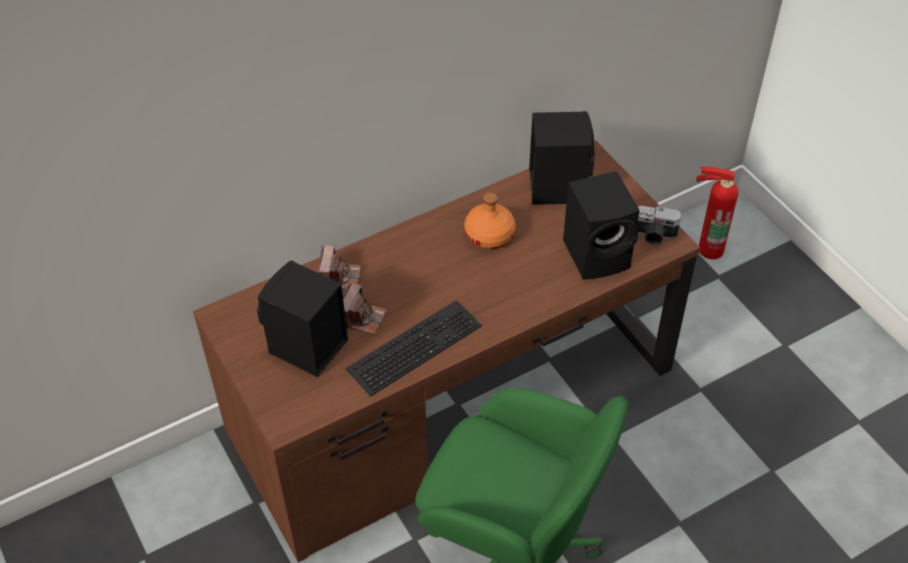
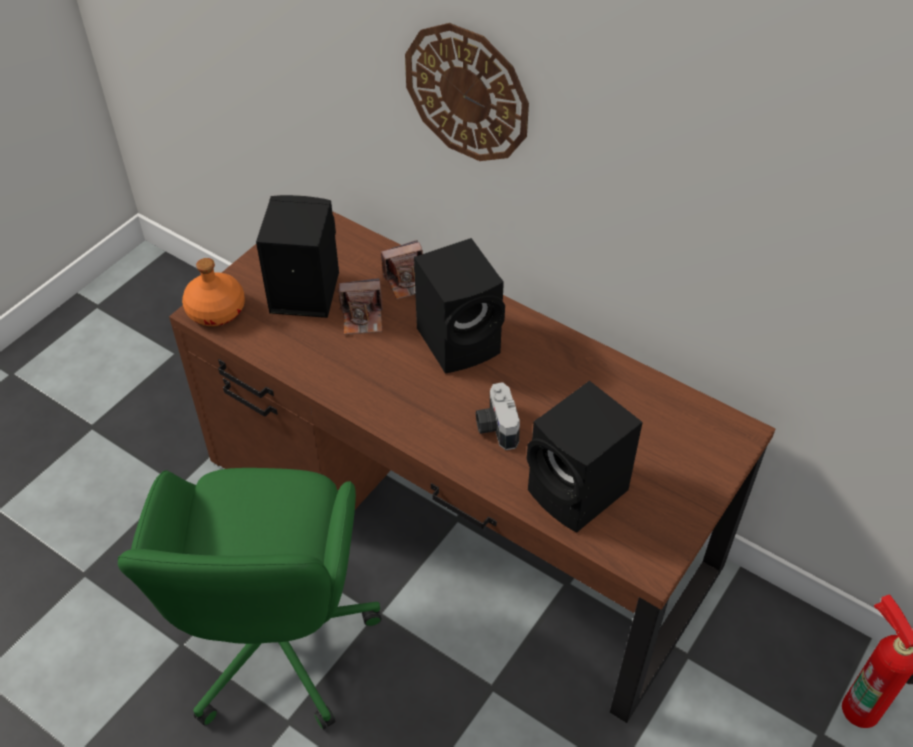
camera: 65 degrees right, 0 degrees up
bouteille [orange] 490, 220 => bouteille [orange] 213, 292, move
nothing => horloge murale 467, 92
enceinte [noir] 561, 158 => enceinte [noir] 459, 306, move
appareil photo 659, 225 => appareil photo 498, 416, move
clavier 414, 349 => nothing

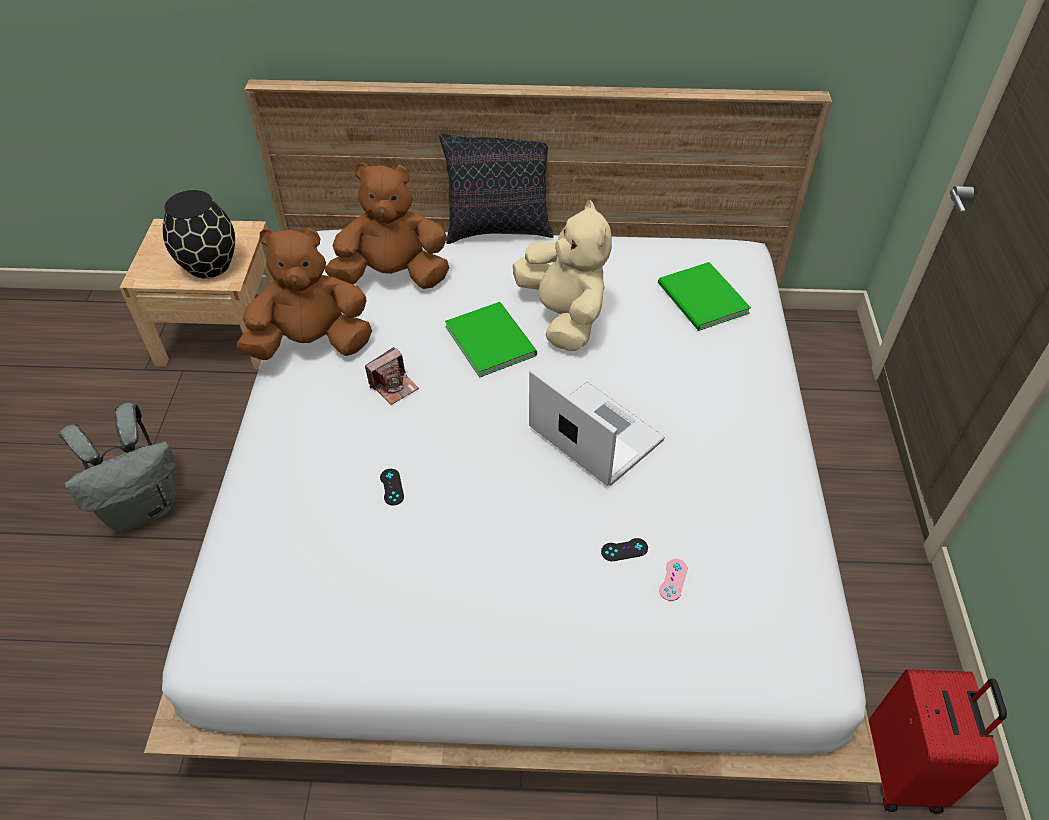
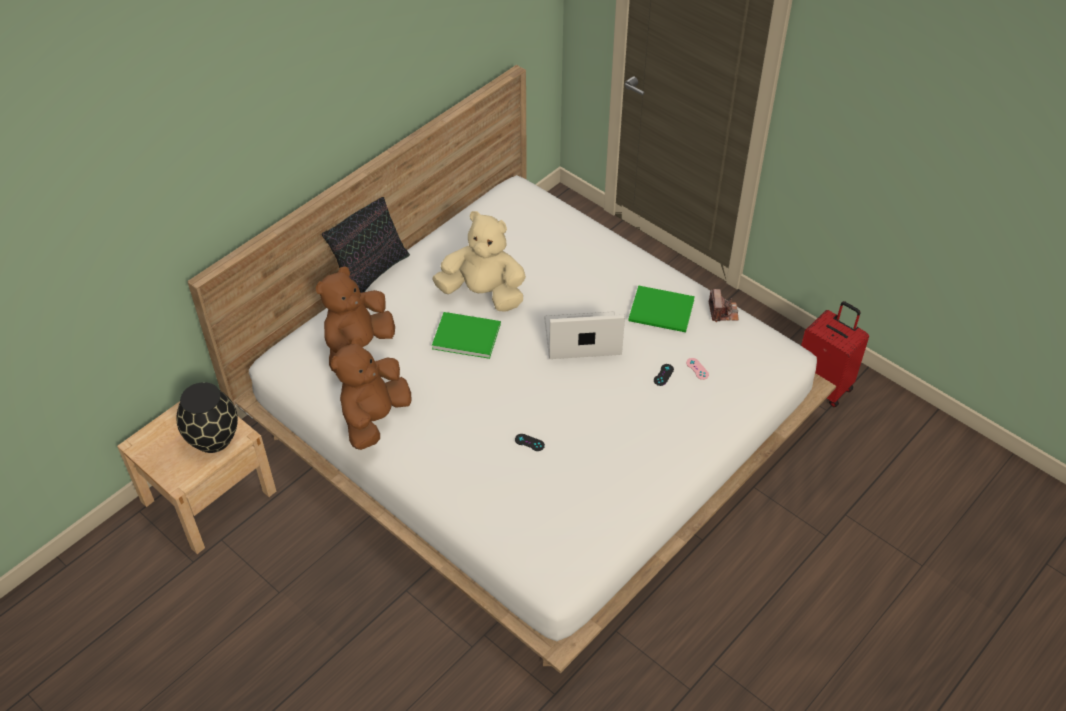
camera: 50 degrees left, 0 degrees up
livre [vert] 704, 296 => livre [vert] 661, 308, move
appareil photo 392, 376 => appareil photo 724, 305, move
sac à dos [gris] 117, 467 => nothing

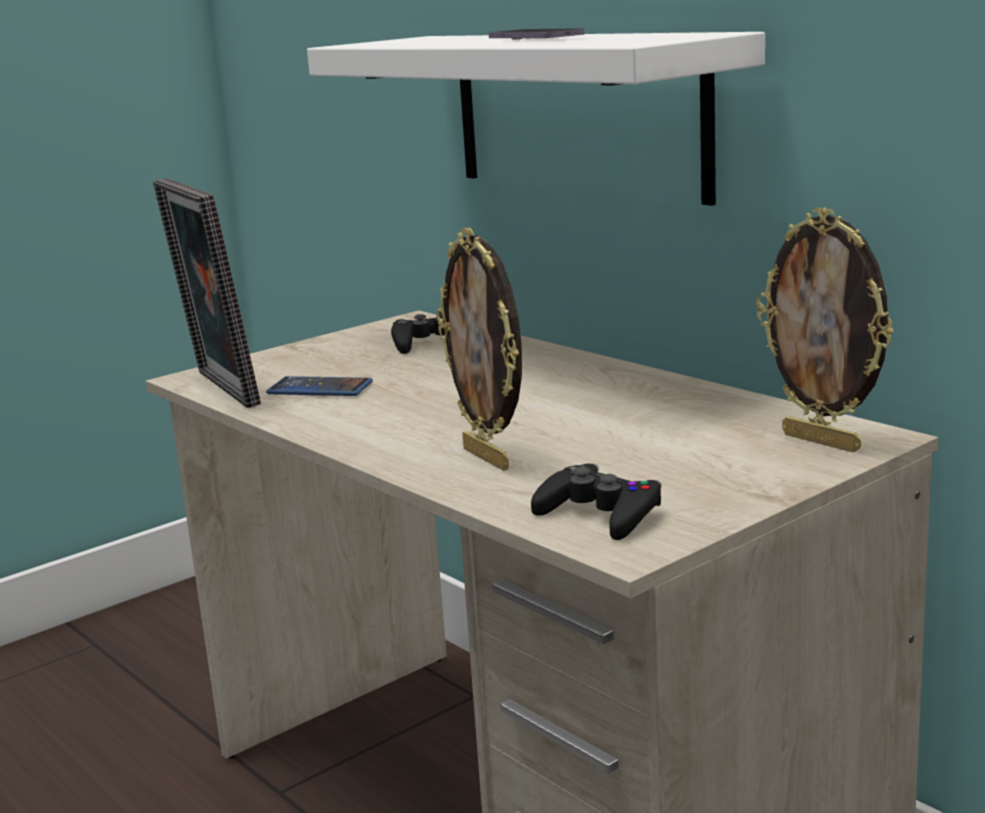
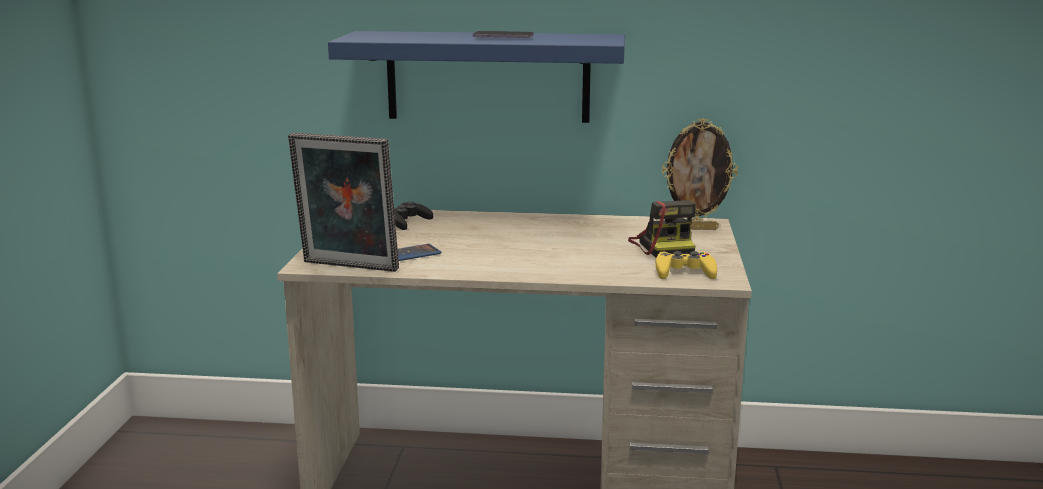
camera: 45 degrees left, 0 degrees up
étagère [blanc] 536, 119 => étagère [bleu] 476, 77
nothing => appareil photo 662, 228
manette [noir] 596, 501 => manette [jaune] 686, 265
cadre photo 479, 349 => nothing

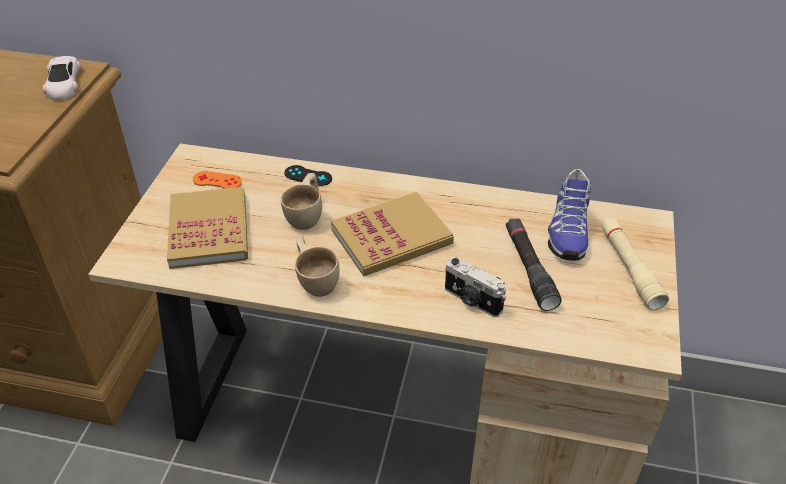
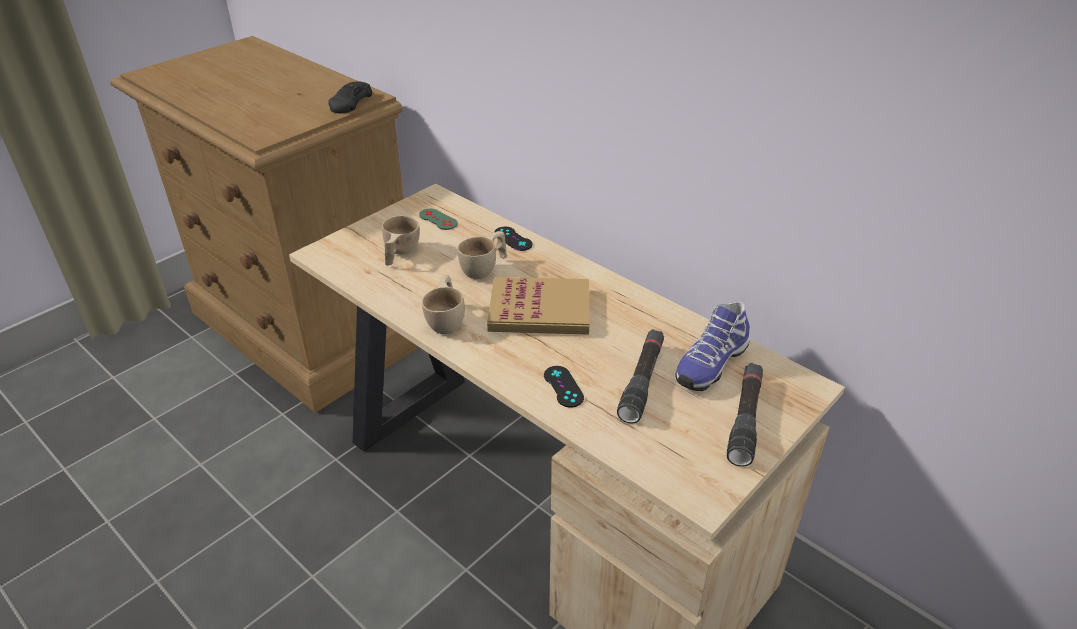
camera: 30 degrees right, 5 degrees down
petite voiture [blanc] 62, 78 => petite voiture [noir] 350, 97
livre 207, 228 => tasse [beige] 401, 241
manette [orange] 217, 180 => manette [vert] 438, 219
appareil photo 475, 287 => manette [noir] 564, 387
lampe de poche [beige] 635, 264 => lampe de poche [noir] 745, 415

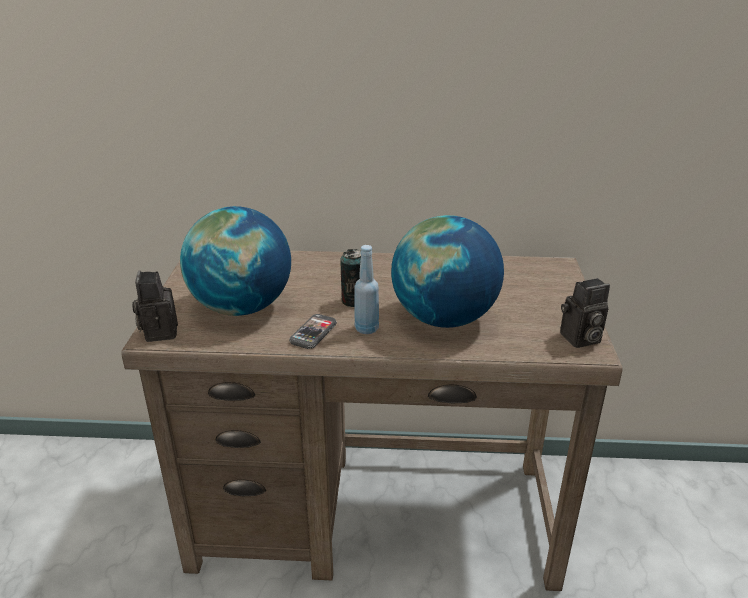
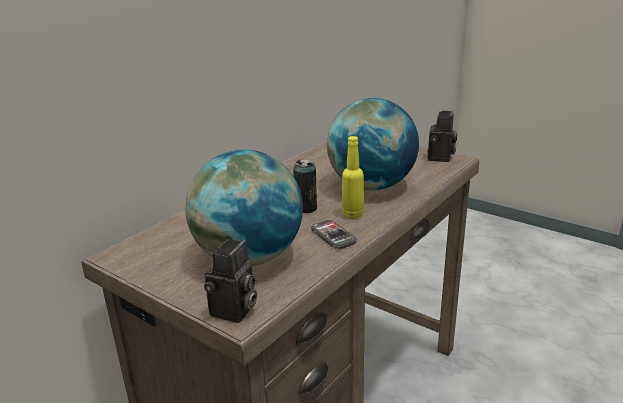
camera: 55 degrees left, 5 degrees down
appareil photo 155, 306 => appareil photo 230, 281, 90 degrees counterclockwise
bouteille [bleu] 366, 289 => bouteille [jaune] 353, 177

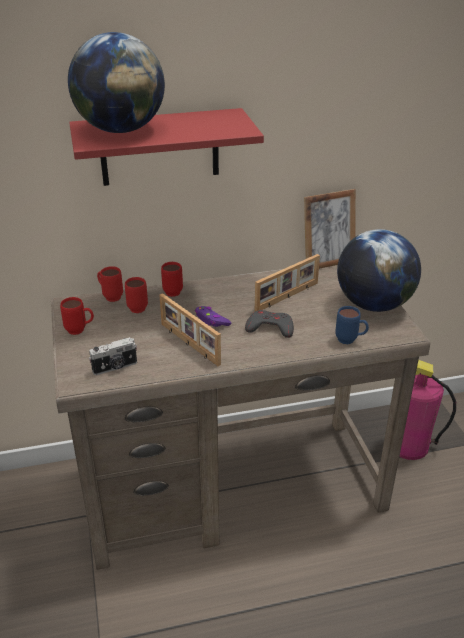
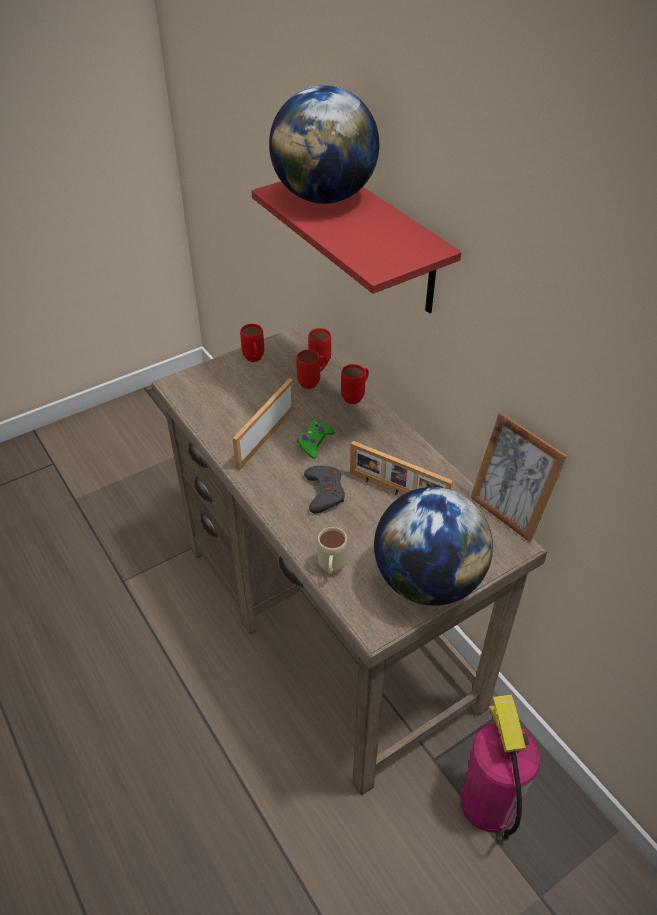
camera: 70 degrees right, 10 degrees up
manette [violet] 213, 316 => manette [vert] 316, 439
mug [bleu] 352, 325 => mug [beige] 332, 550
appareil photo 113, 356 => nothing

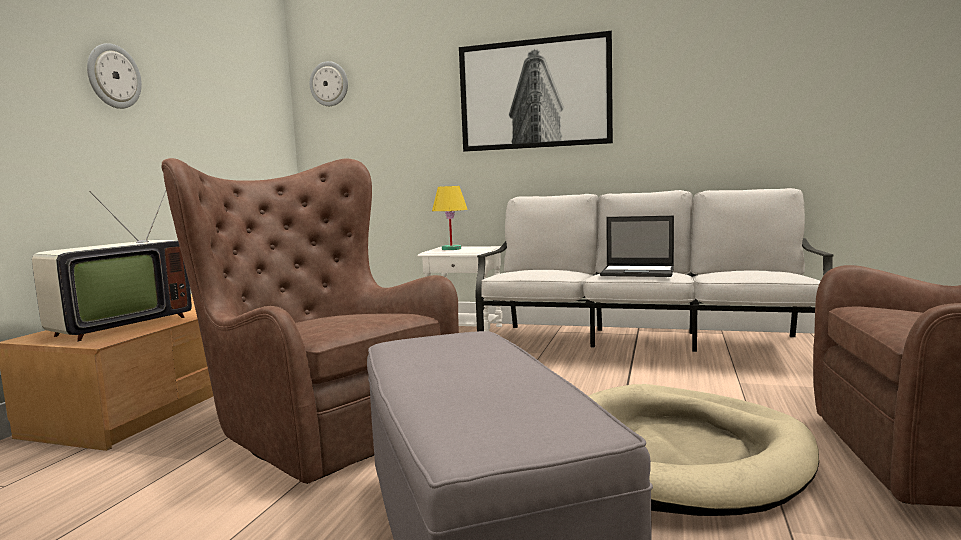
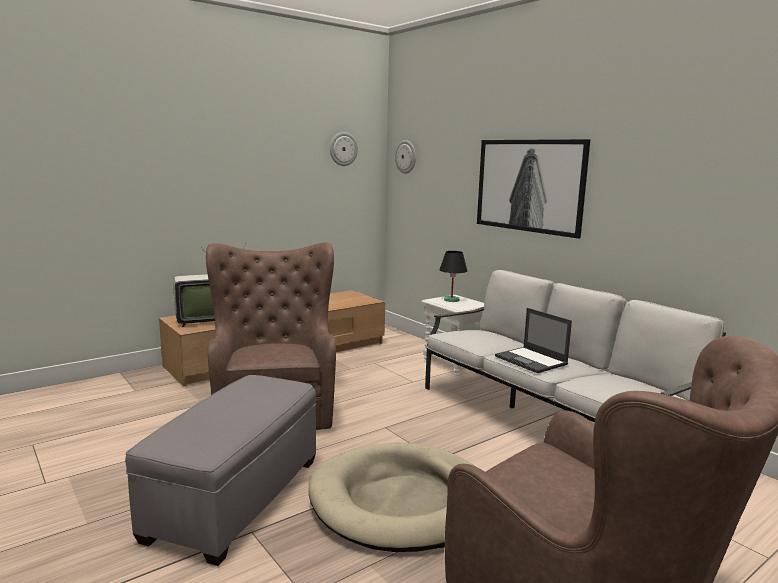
camera: 35 degrees right, 5 degrees up
horloge murale 114, 76 => horloge murale 344, 149, move
lampe de table [jaune] 450, 218 => lampe de table [noir] 453, 276

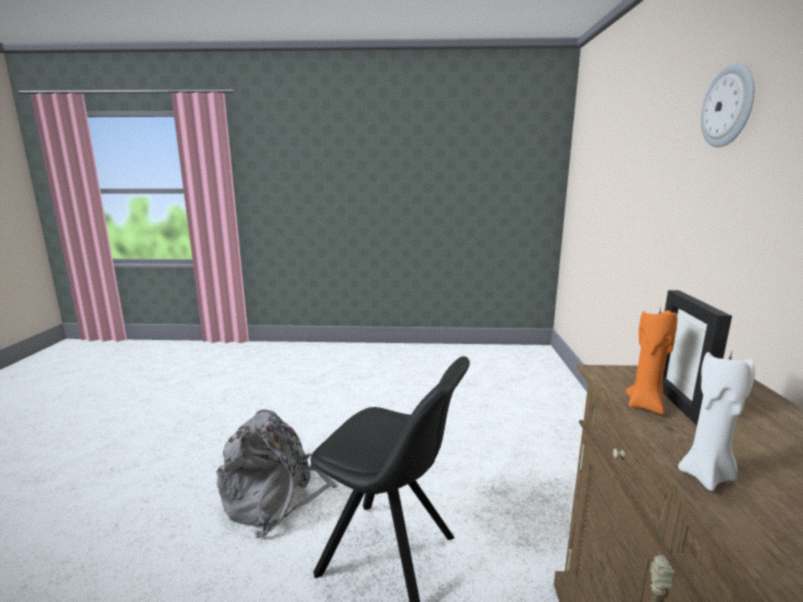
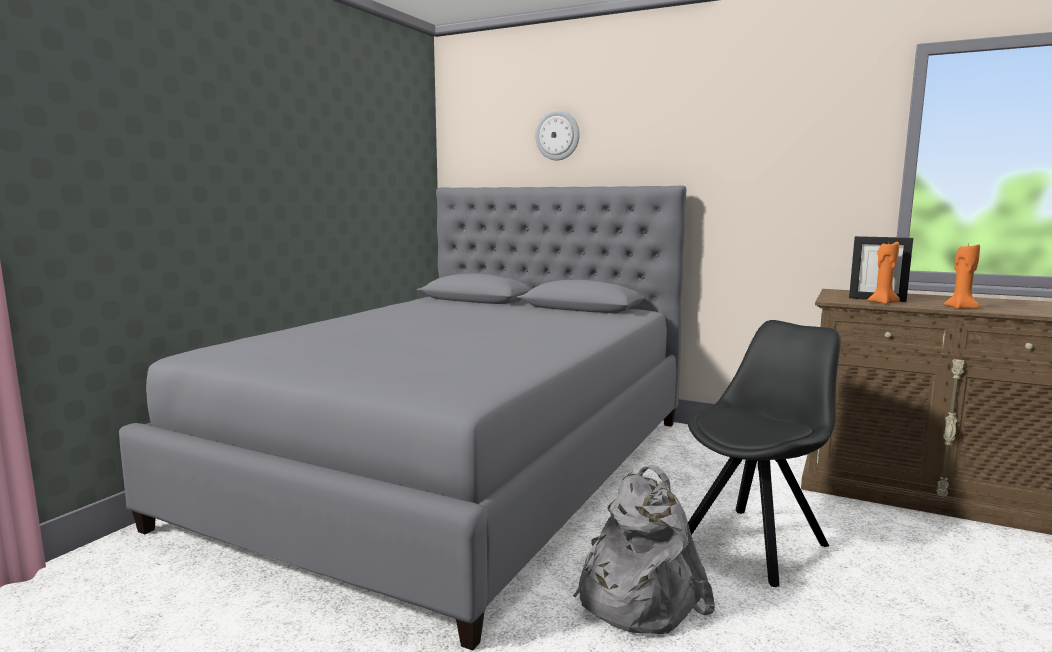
camera: 65 degrees left, 5 degrees down
nothing => lit [gris] 403, 418
horloge murale 727, 105 => horloge murale 557, 135, move
bougie [blanc] 716, 421 => bougie [orange] 961, 277

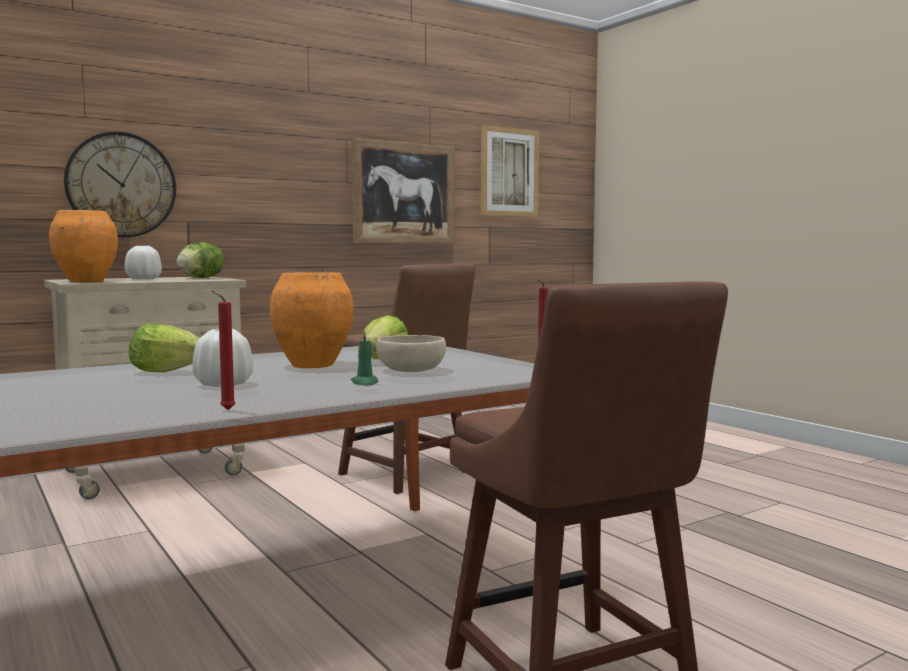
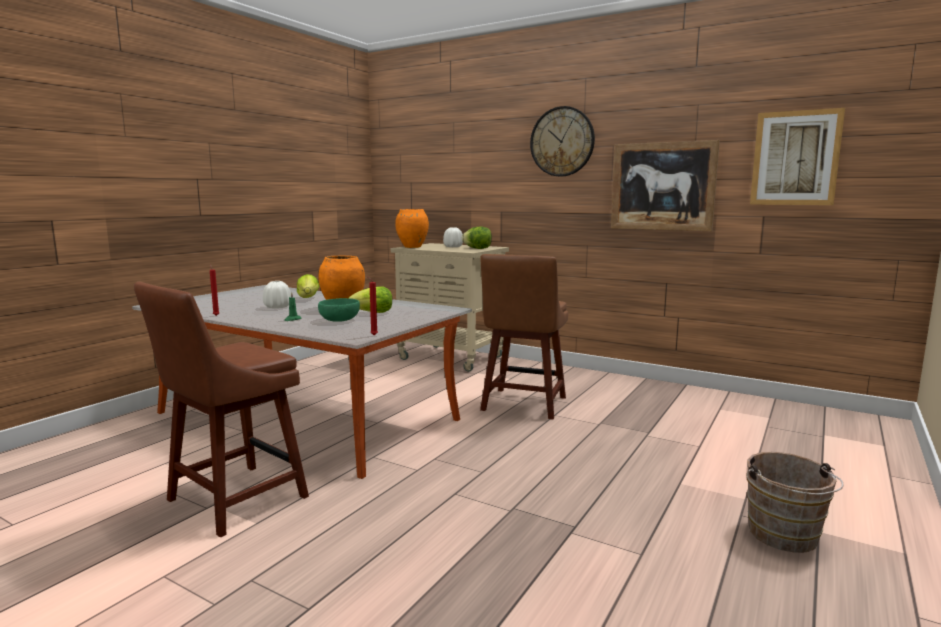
camera: 65 degrees right, 5 degrees up
bol [beige] 411, 353 => bol [vert] 339, 310
horloge murale 120, 184 => horloge murale 562, 141, move
nothing => seau [marron] 795, 502

